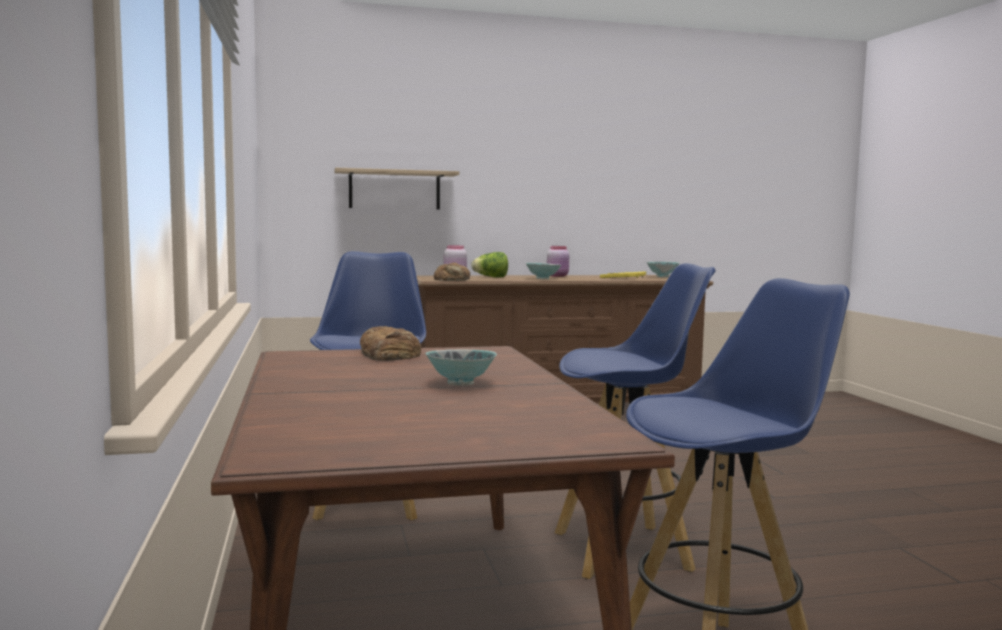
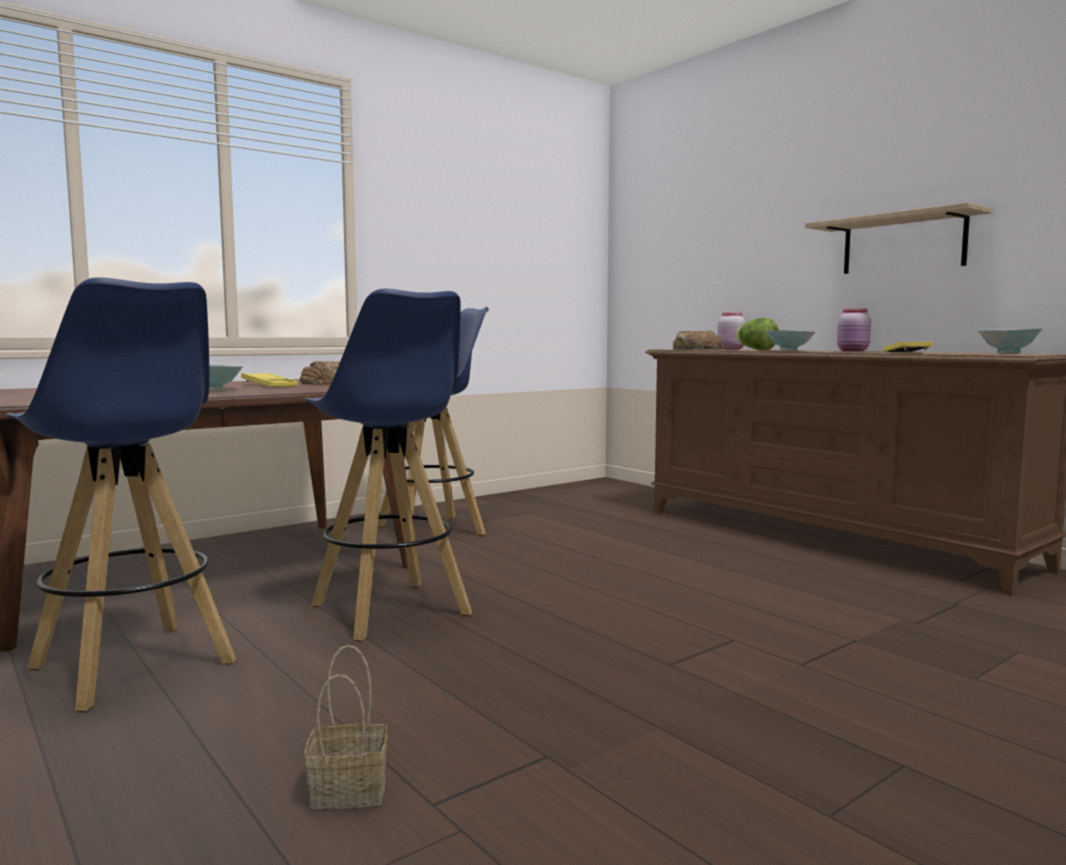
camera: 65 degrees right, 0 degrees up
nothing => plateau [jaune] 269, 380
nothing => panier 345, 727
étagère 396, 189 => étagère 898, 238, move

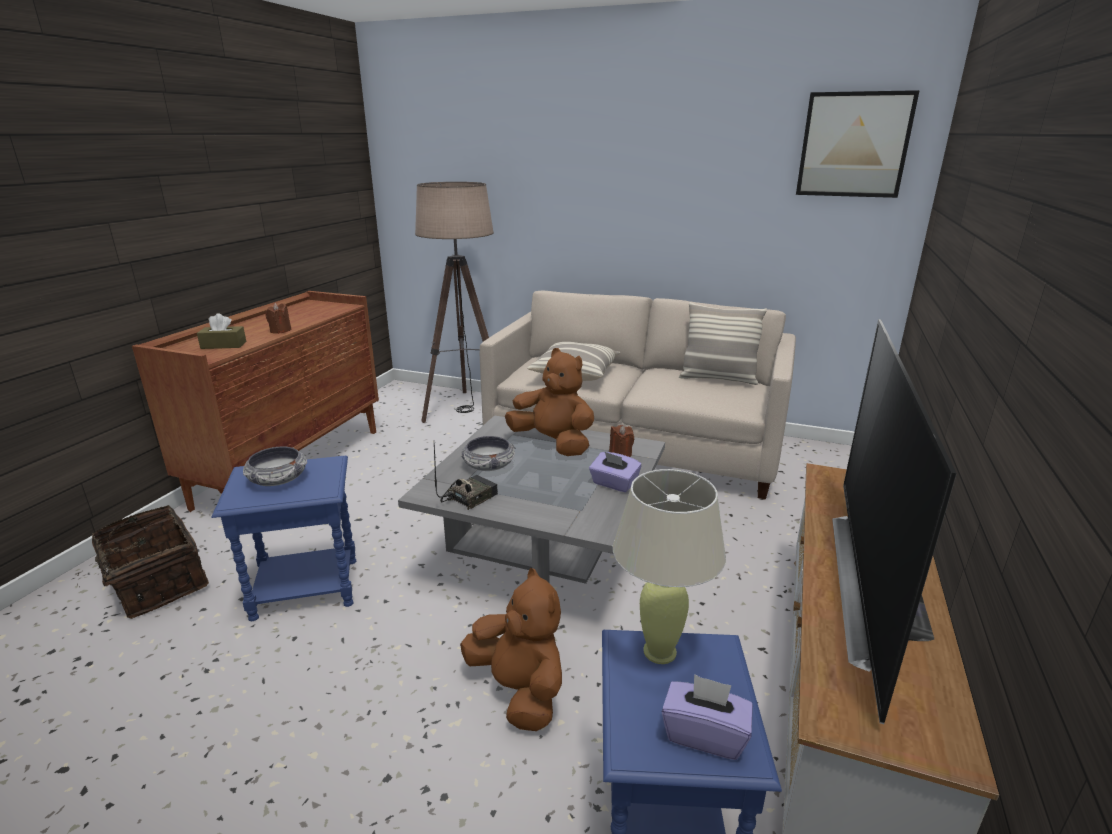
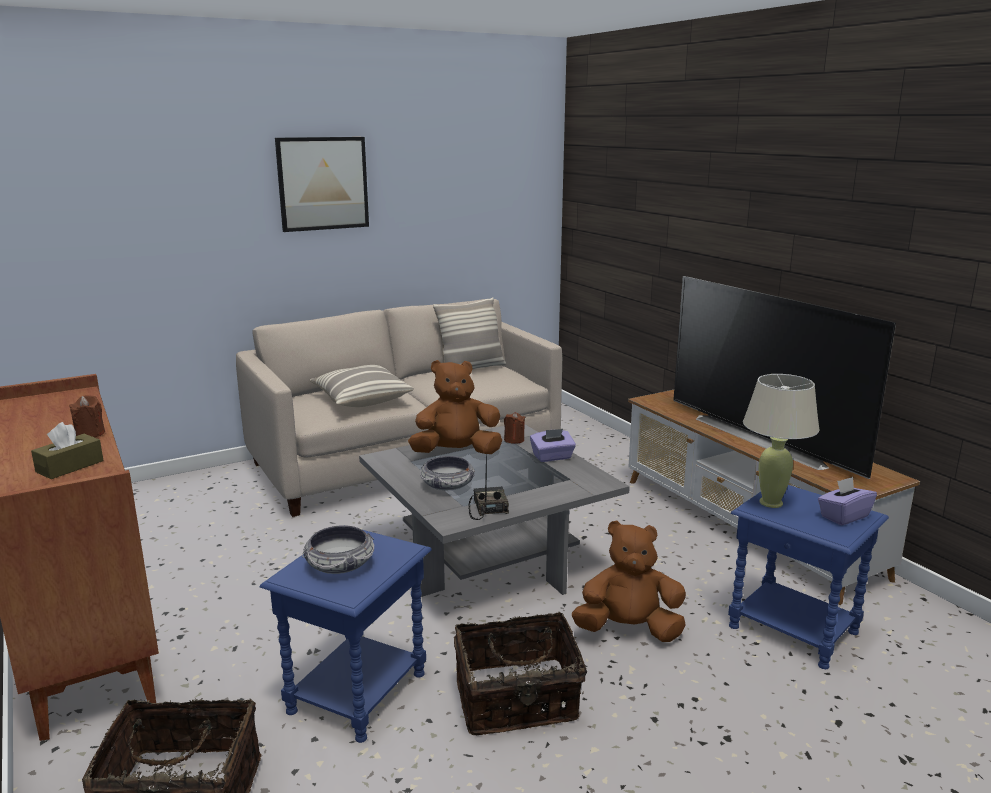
camera: 50 degrees left, 5 degrees down
tableau 858, 144 => tableau 322, 184, move
nothing => panier 520, 673
lampadaire 454, 302 => nothing

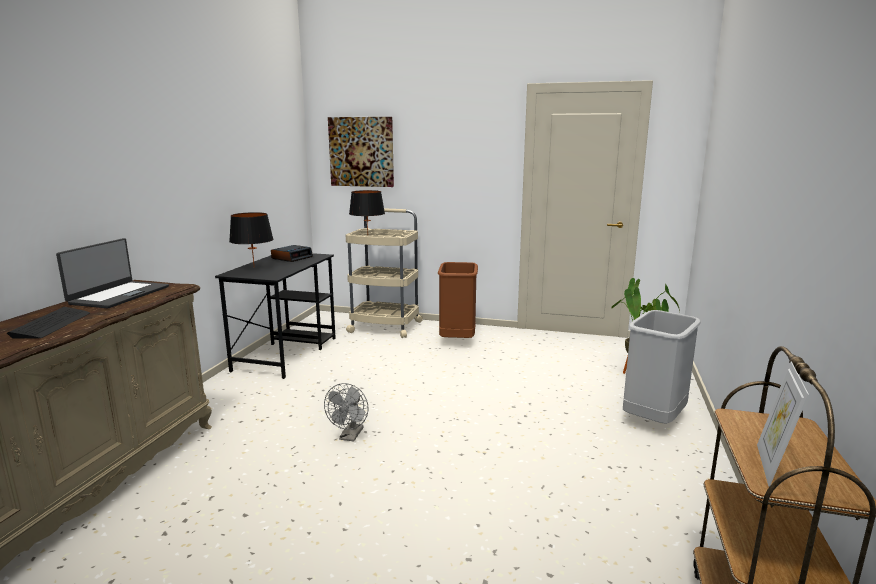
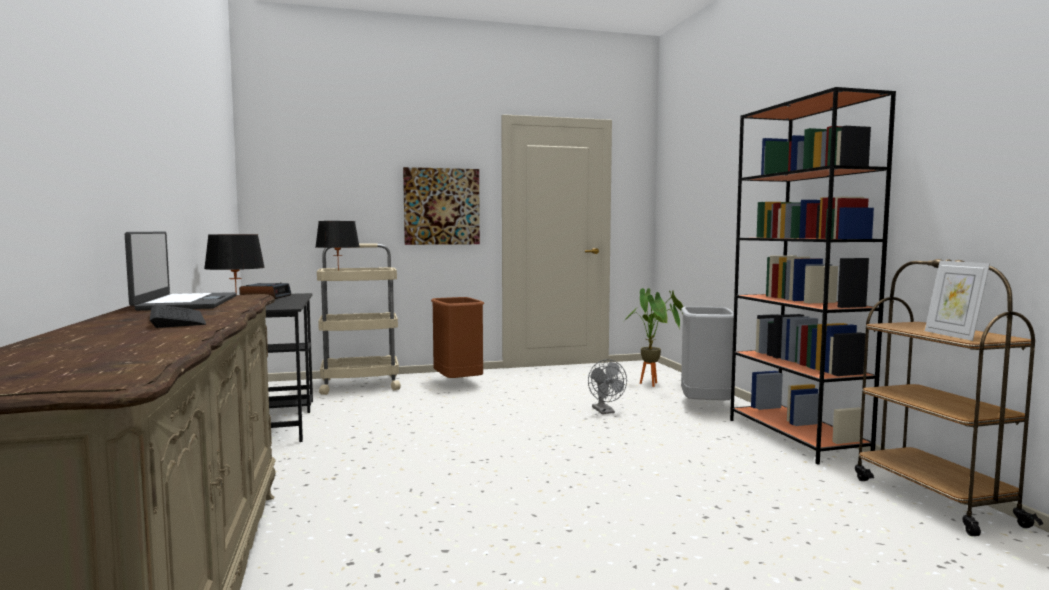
camera: 30 degrees left, 10 degrees down
tableau 361, 152 => tableau 441, 206, move
ventilateur [gris] 346, 412 => ventilateur [gris] 607, 386, move
nothing => bibliothèque [orange] 813, 276

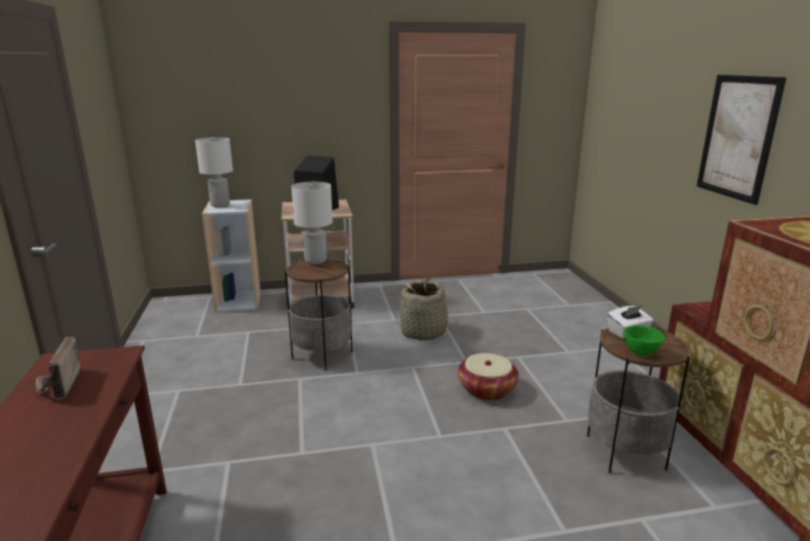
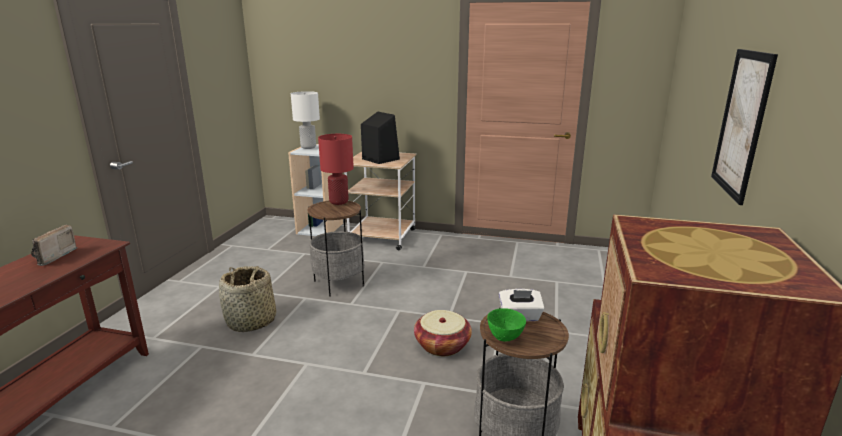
camera: 25 degrees right, 0 degrees up
panier 426, 309 => panier 247, 299, move
lampe de table [blanc] 312, 223 => lampe de table [rouge] 336, 169

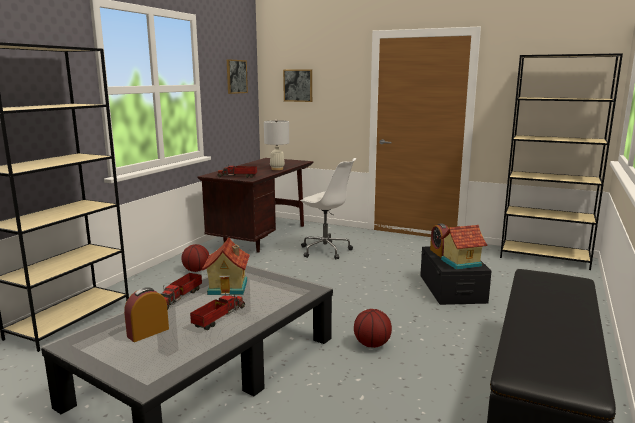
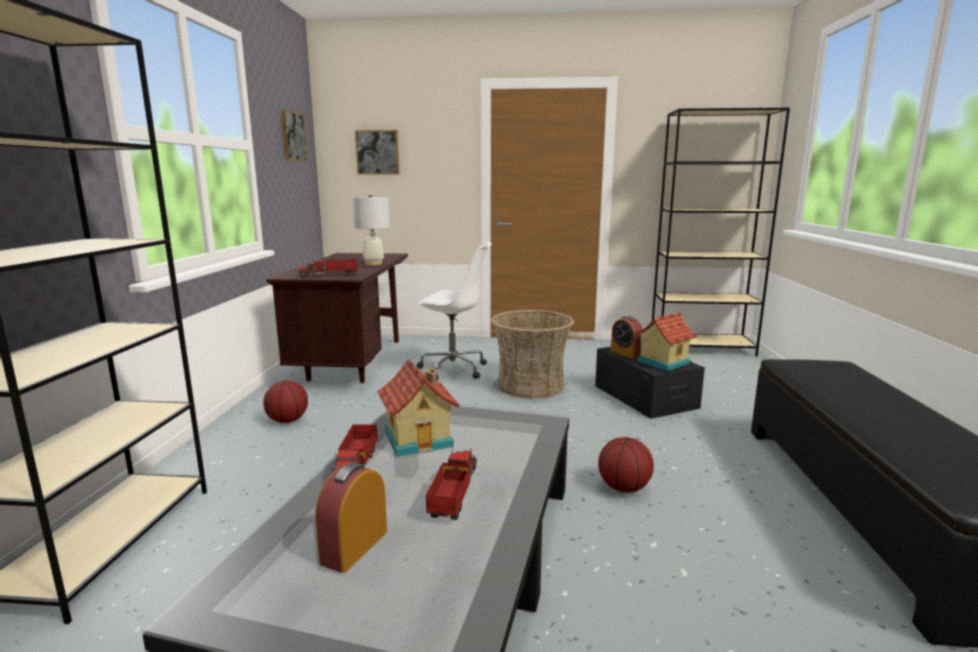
camera: 20 degrees left, 0 degrees up
nothing => panier 532, 354

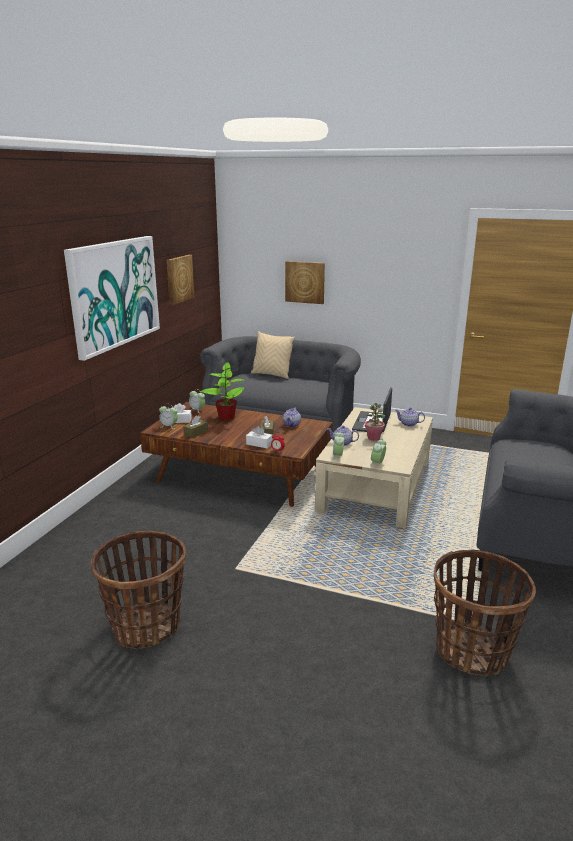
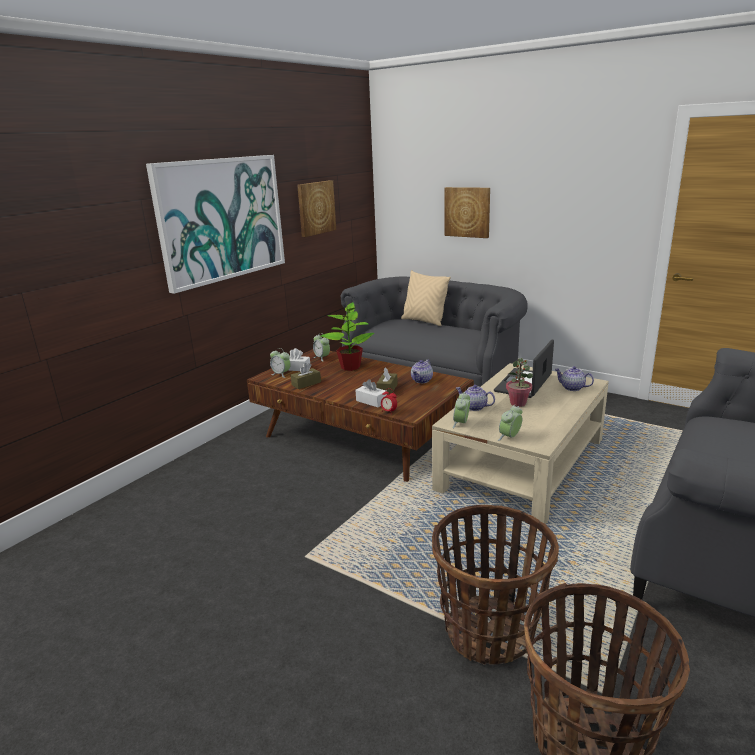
camera: 15 degrees right, 0 degrees up
panier 138, 590 => panier 495, 585, move

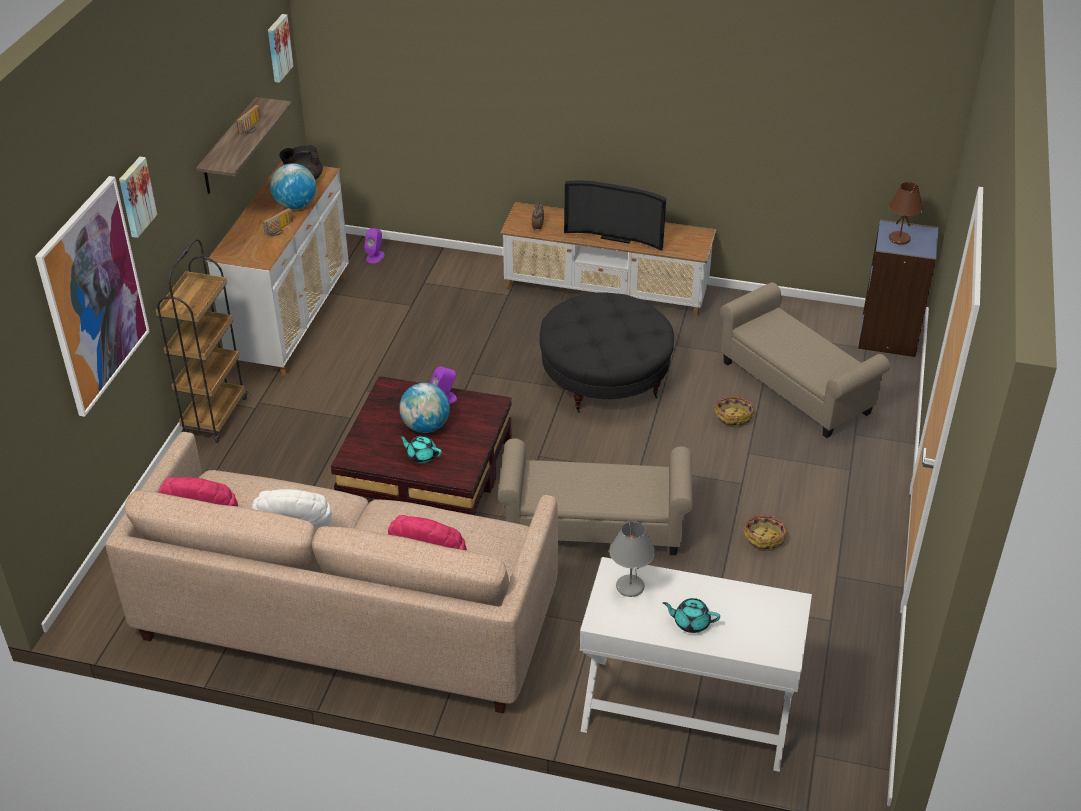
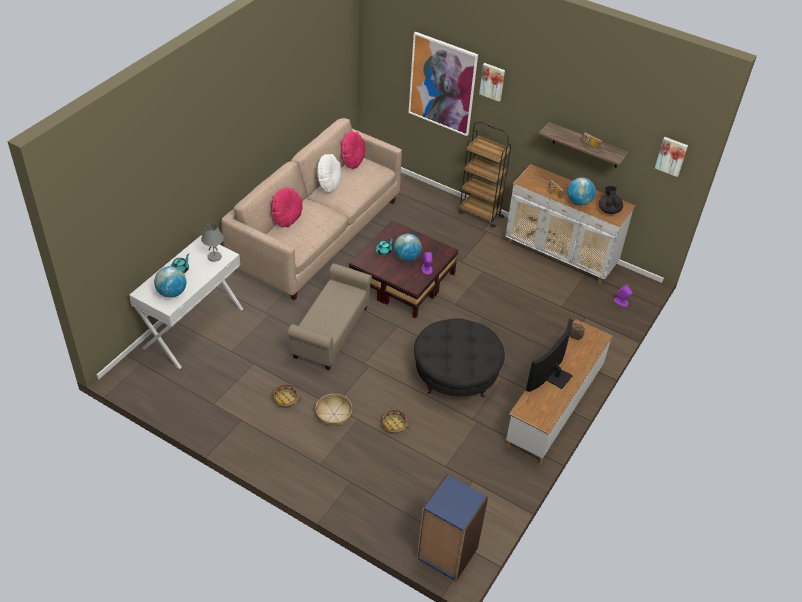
camera: 105 degrees right, 5 degrees up
nothing => globe 170, 282
nothing => panier 333, 410
pouf [beige] 805, 360 => nothing
lampe de table [marron] 905, 213 => nothing

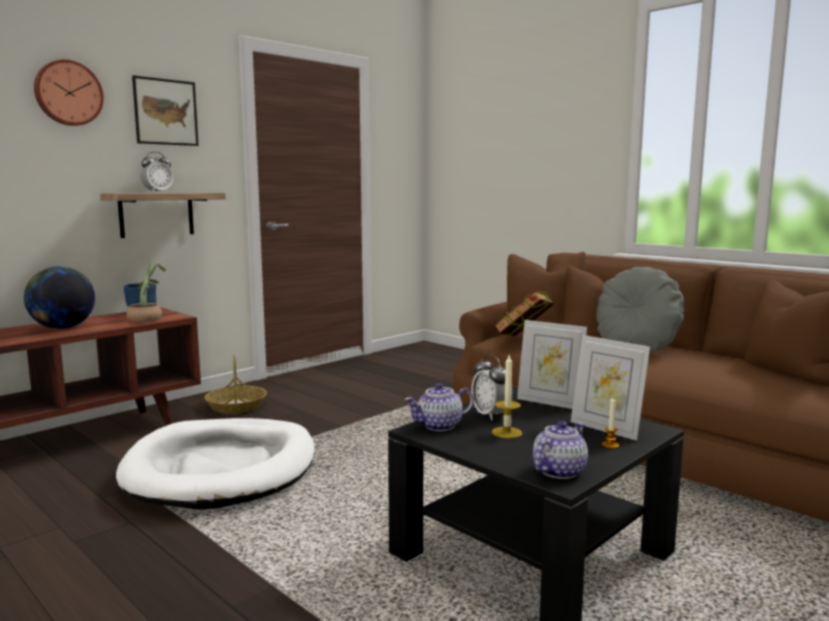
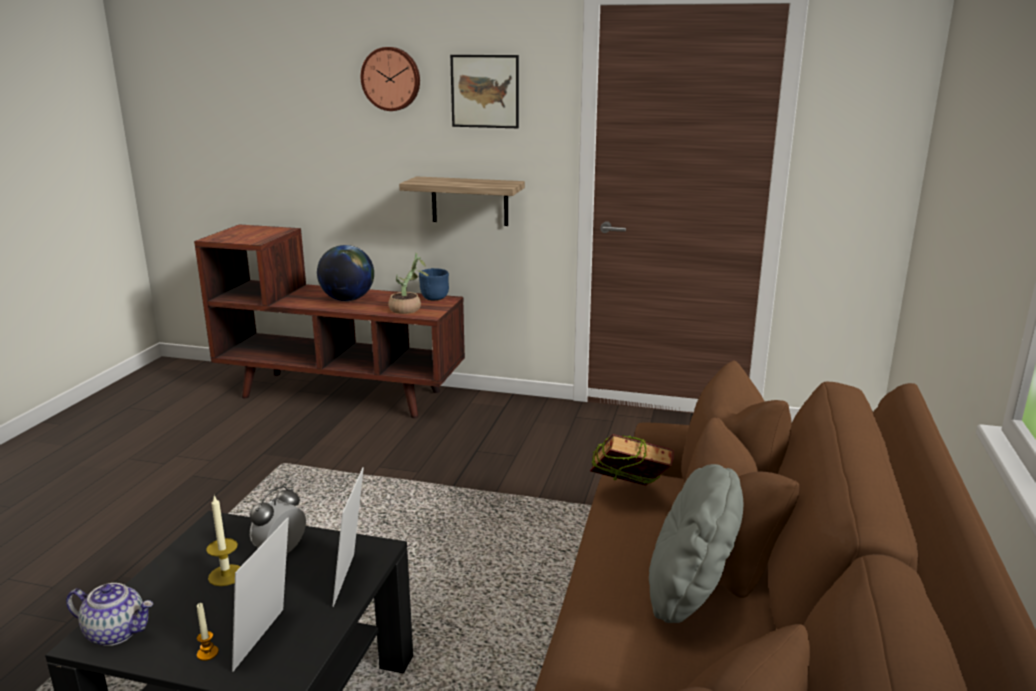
camera: 60 degrees right, 10 degrees up
panier pour chien [blanc] 215, 464 => nothing
réveil 156, 172 => nothing
panier 235, 384 => nothing
théière 439, 407 => nothing

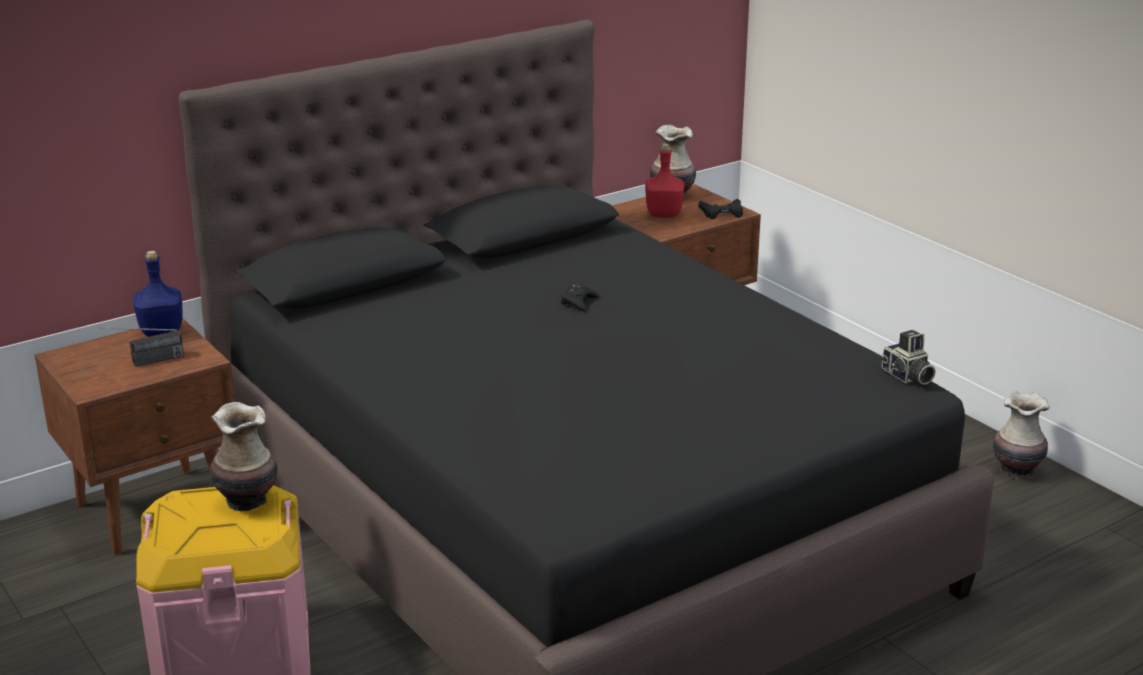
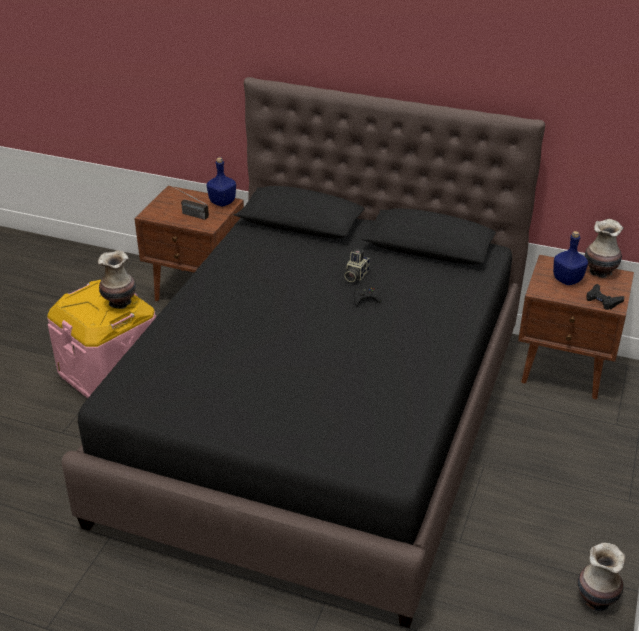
camera: 55 degrees right, 10 degrees up
appareil photo 908, 357 => appareil photo 357, 265, move
bouteille [rouge] 664, 181 => bouteille [bleu] 570, 258

